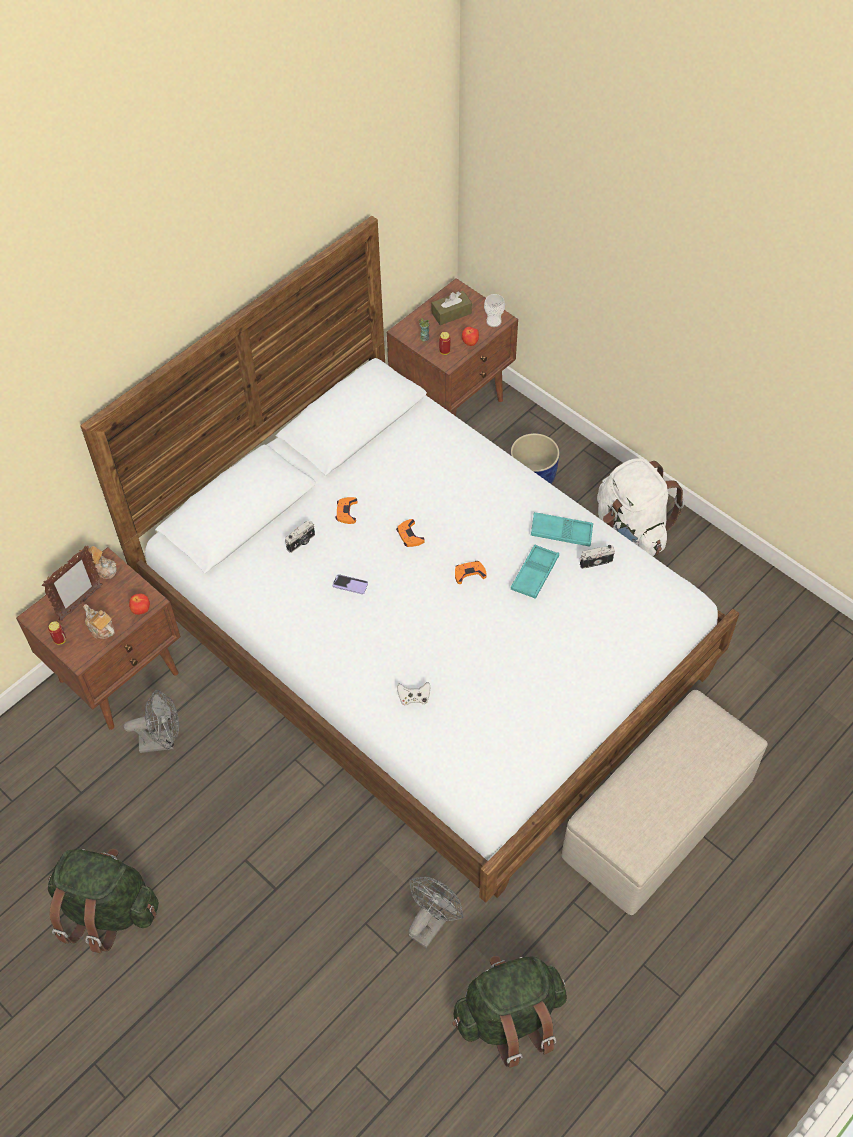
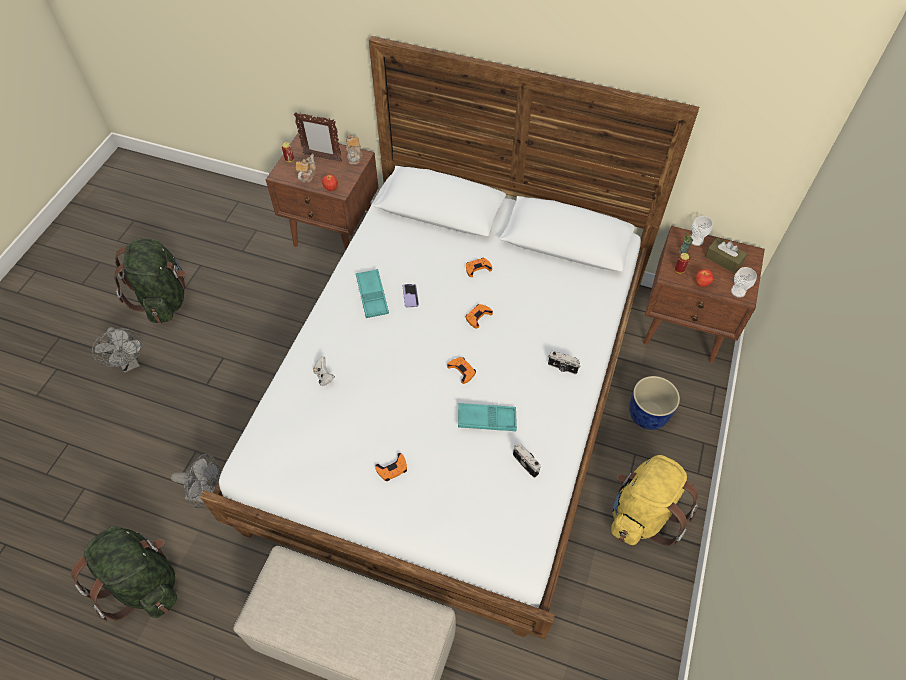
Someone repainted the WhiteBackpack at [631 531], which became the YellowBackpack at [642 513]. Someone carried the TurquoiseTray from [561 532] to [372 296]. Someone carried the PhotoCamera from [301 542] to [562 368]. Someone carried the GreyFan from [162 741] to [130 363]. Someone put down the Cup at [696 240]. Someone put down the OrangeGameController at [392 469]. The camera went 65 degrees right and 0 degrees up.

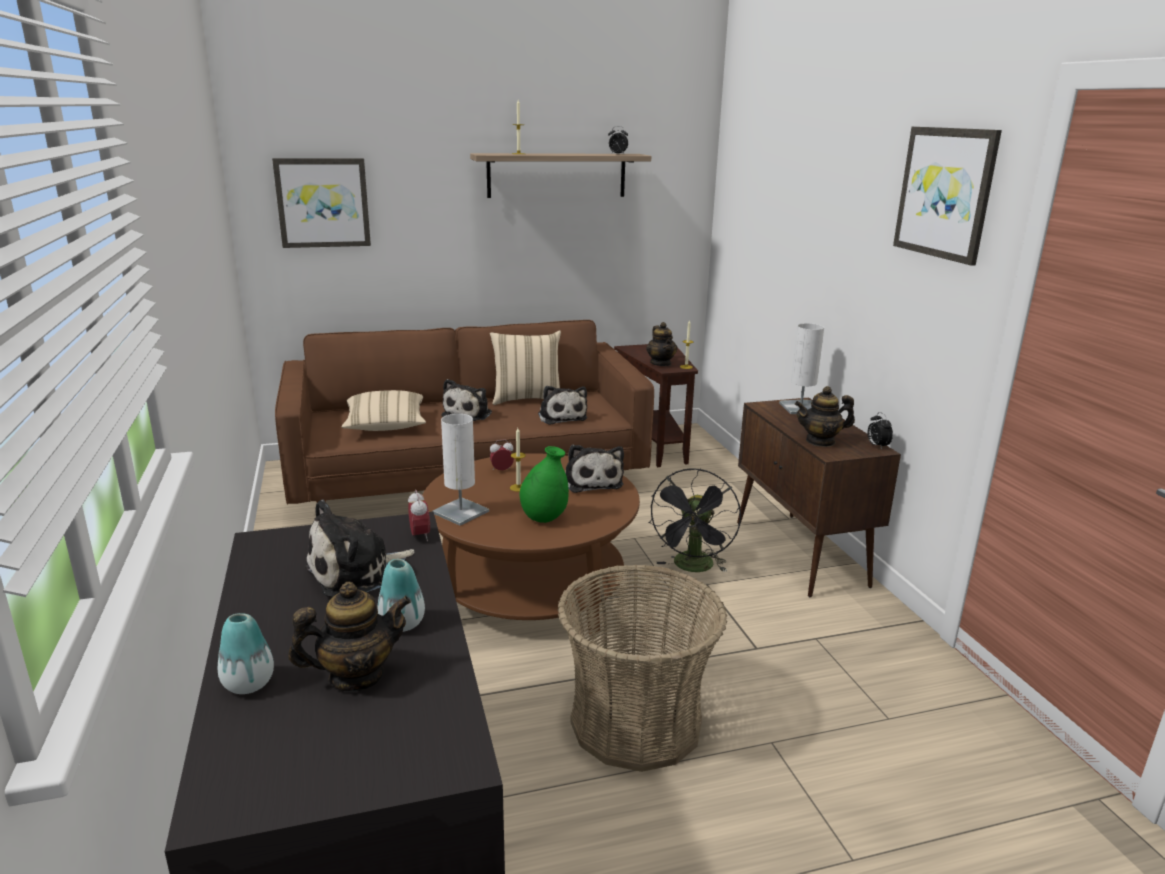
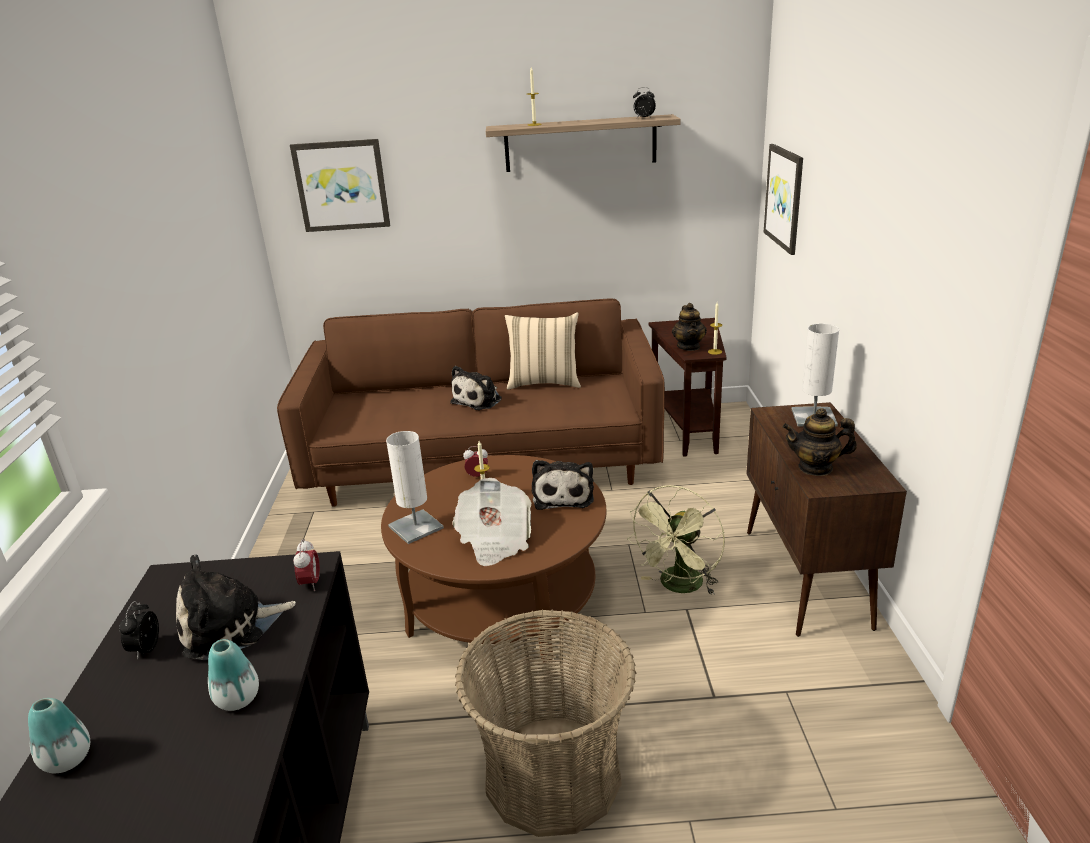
Someone carried the Picture from [946 193] to [785 197]. Someone took away the PlushToy at [561 416]. Someone took away the BeigePillow at [385 426]. Someone carried the AlarmClock from [877 446] to [145 649]. Someone swapped the GreenVase at [544 518] for the Newspaper at [494 540]. Someone repainted the BlackFan at [693 568], which became the GreenFan at [679 587]. Someone took away the Teapot at [356 676]. The camera went 15 degrees right and 5 degrees up.

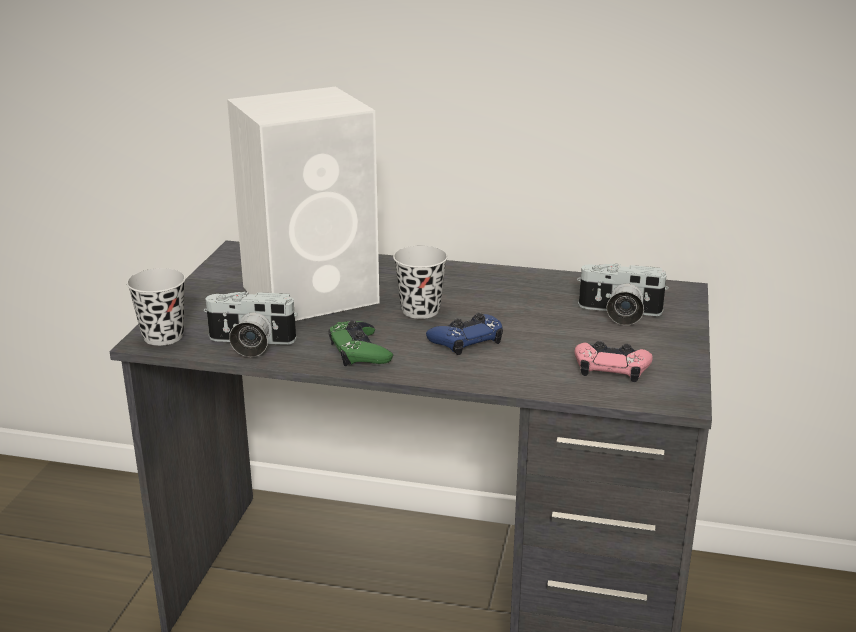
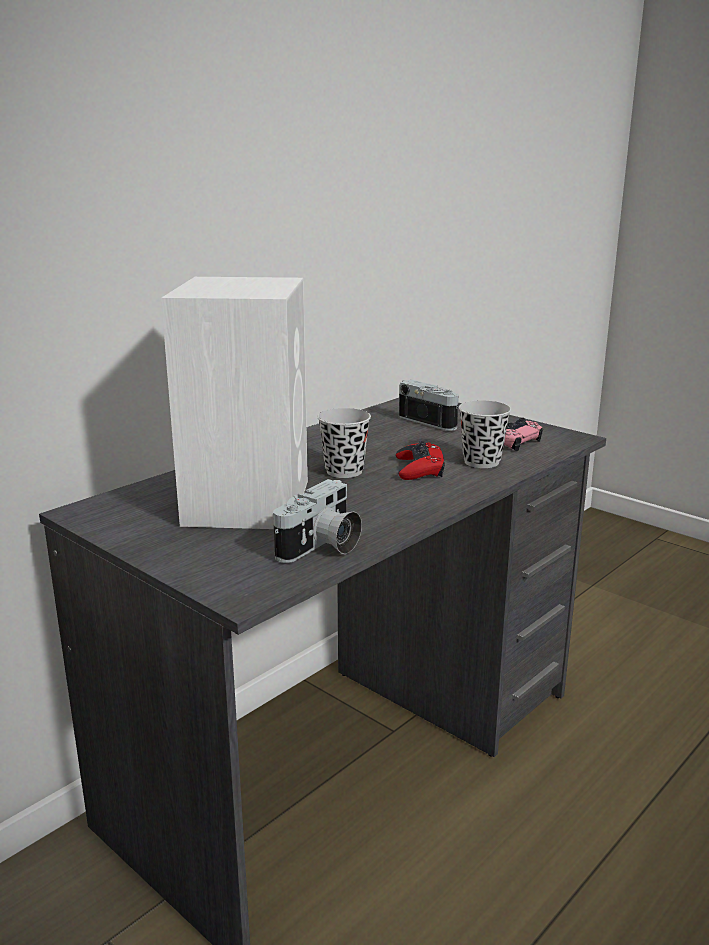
Someone rotated the PhotoCamera at [619 314] by 90 degrees counterclockwise. Someone carried the BlackCup from [163 336] to [481 462]. Someone repainted the BlueGameController at [466 340], which became the RedGameController at [419 469]. Someone took away the GreenGameController at [359 351]. The camera went 60 degrees left and 5 degrees down.

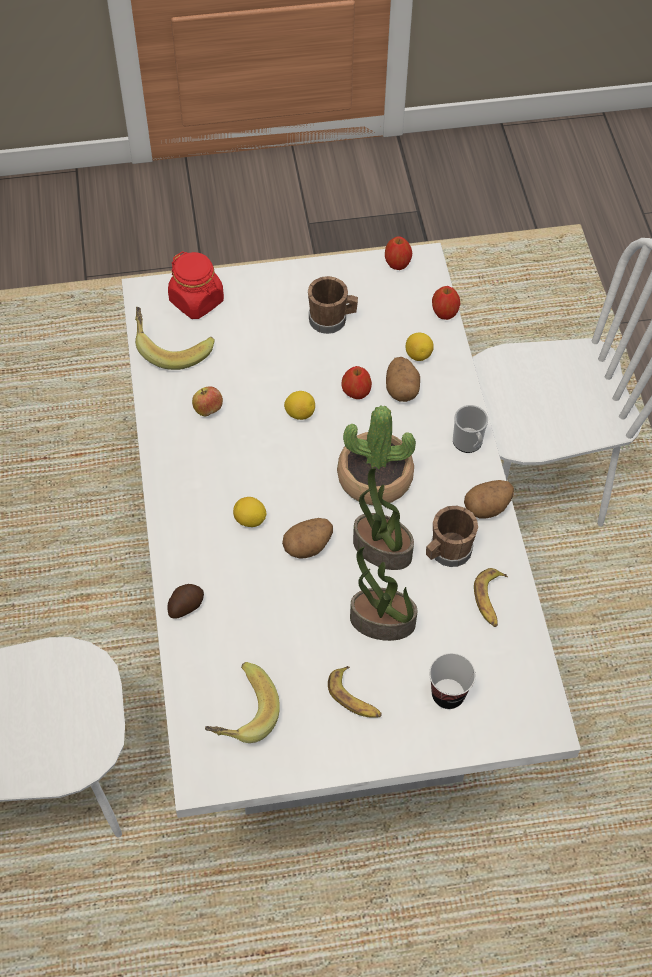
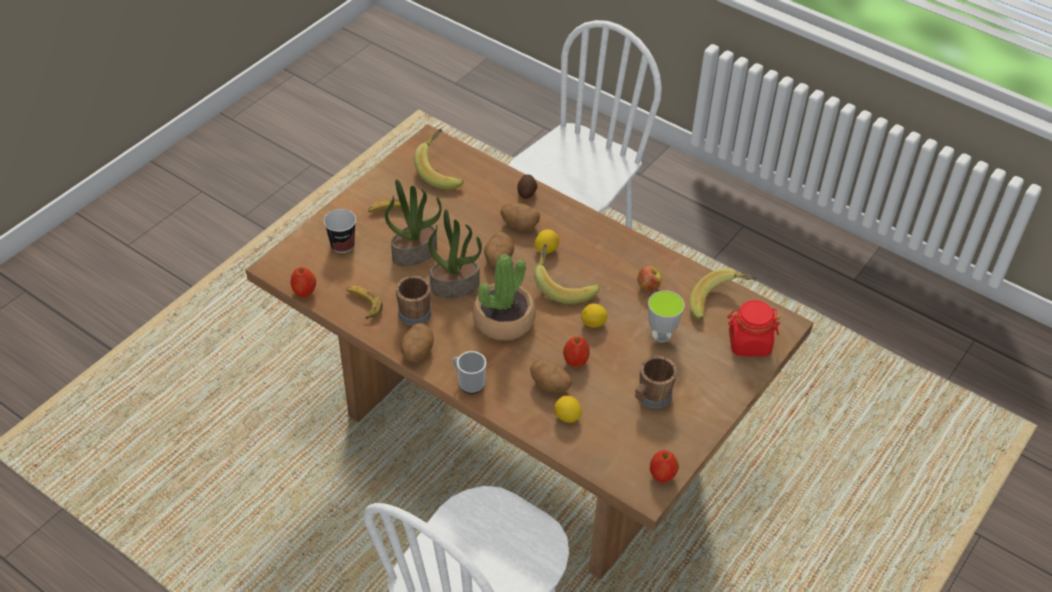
Someone repainted the WhiteDiningTable at [326 624], which became the BrownDiningTable at [519 438]. Someone carried the Apple from [444 313] to [304 292]. Someone put down the Potato at [519 225]. Someone put down the Banana at [564 285]. Someone put down the Cup at [661 335]. The camera went 135 degrees right and 10 degrees down.

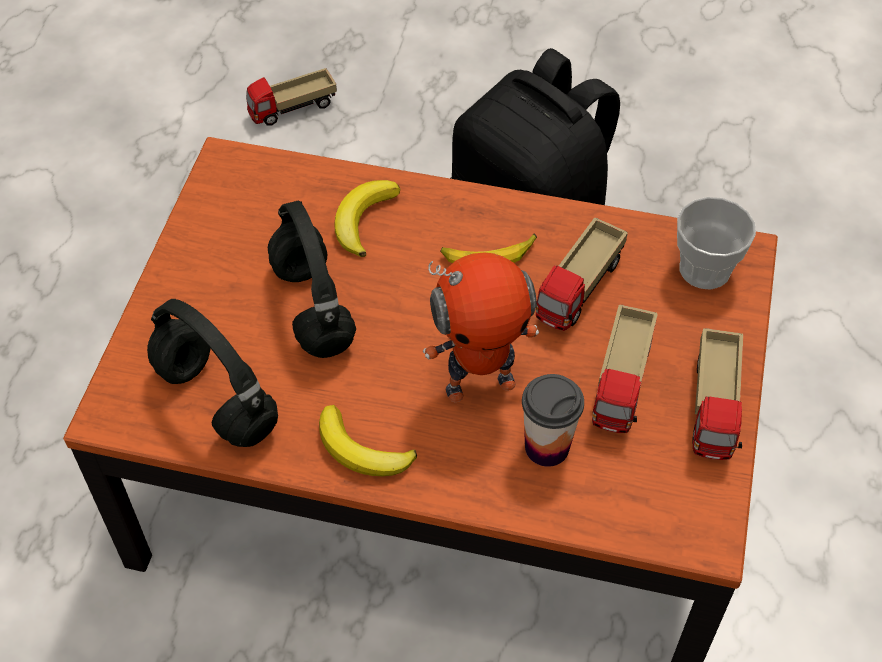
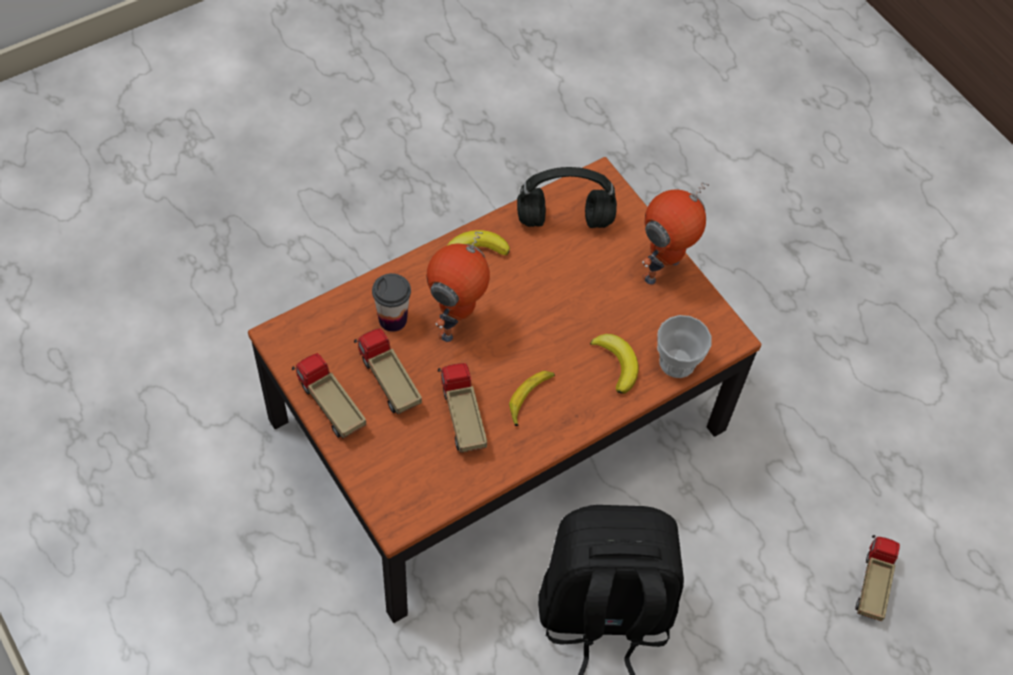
Someone carried the Cup from [704 269] to [677 362]. Someone took away the BlackHeadphones at [311 306]. Someone put down the ToyRobot at [662 271]. The camera went 130 degrees right and 5 degrees up.

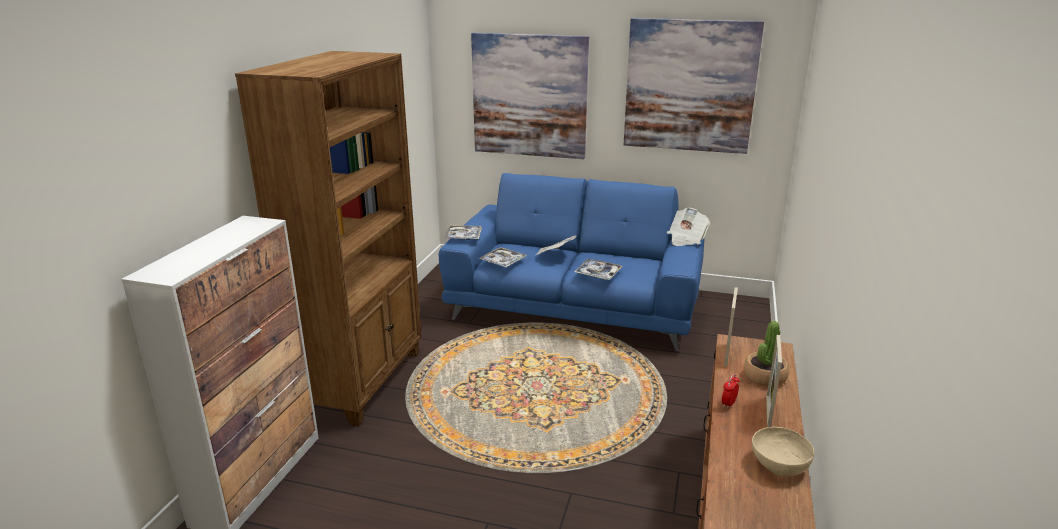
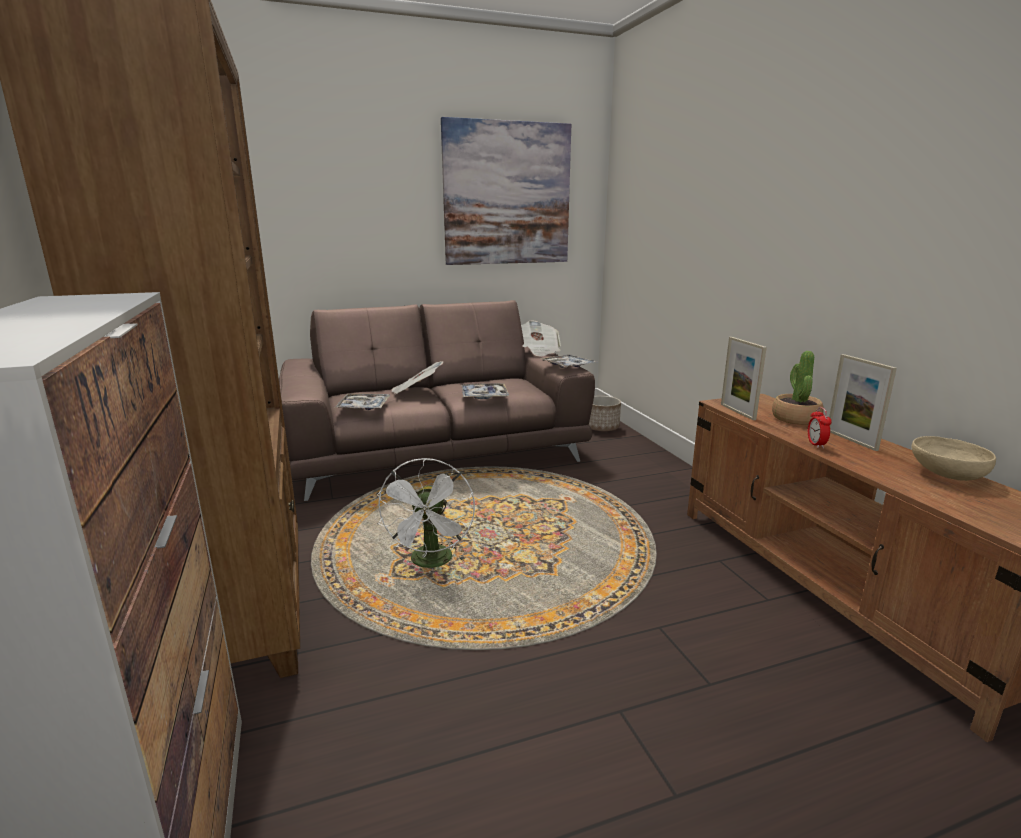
Someone took away the Picture at [529 96]. Someone repainted the BlueSofa at [575 305], which became the BrownSofa at [436 451]. Someone carried the Tray from [463 237] to [568 366]. Someone put down the Planter at [602 427]. Someone put down the WhiteFan at [432 563]. The camera went 35 degrees left and 5 degrees down.

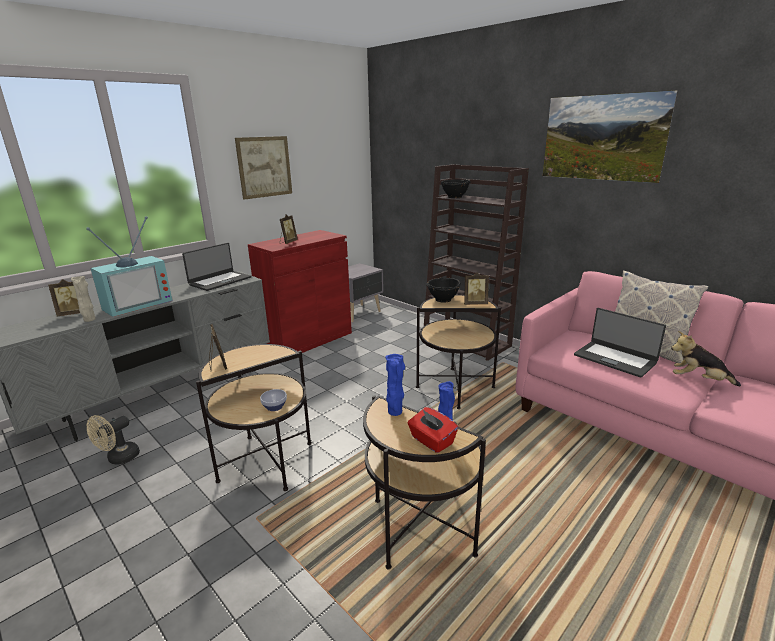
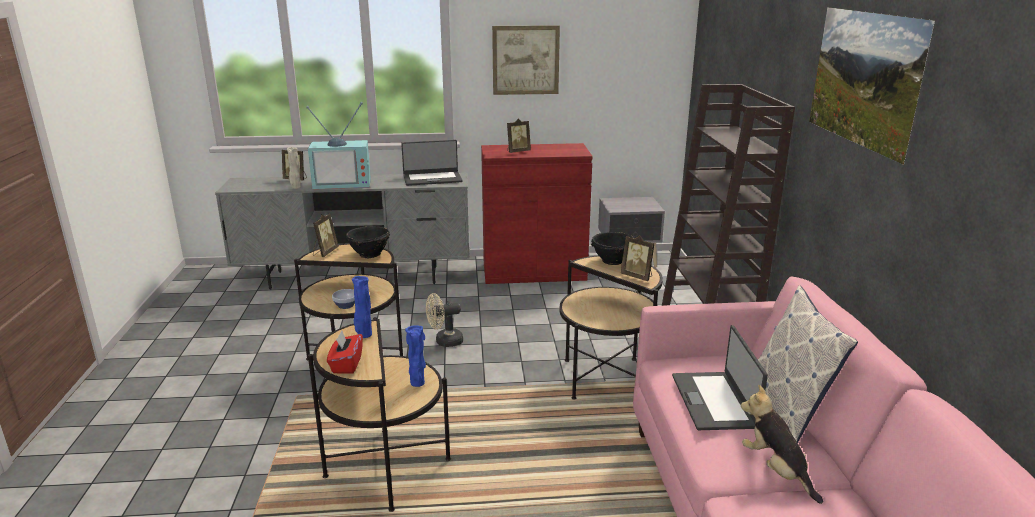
Someone carried the BlackBowl from [454 197] to [369 254]. Someone carried the BeigeFan from [119 458] to [444 341]. The camera went 40 degrees right and 0 degrees up.

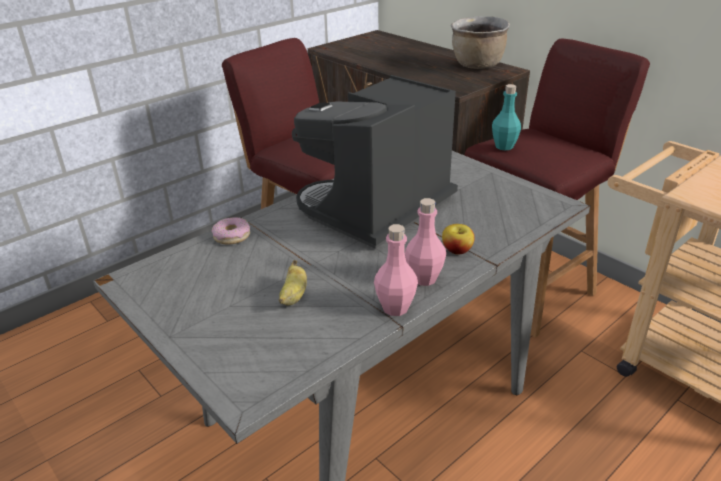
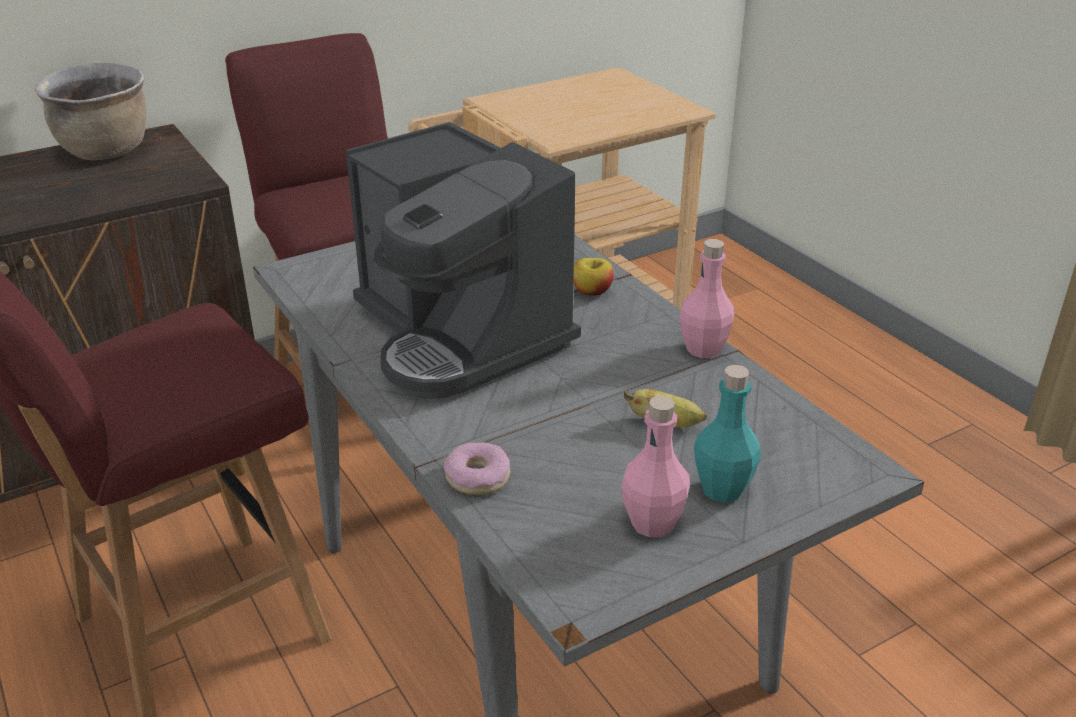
Someone carried the TurquoiseBottle from [504 146] to [722 489]. Someone carried the PinkBottle from [424 278] to [652 523]. The camera went 80 degrees left and 0 degrees up.

